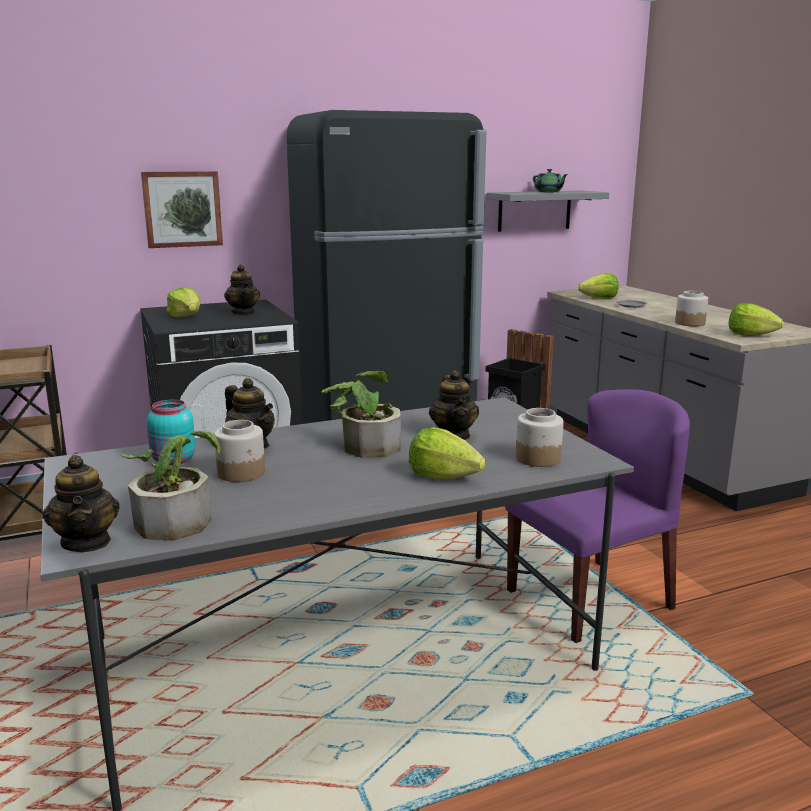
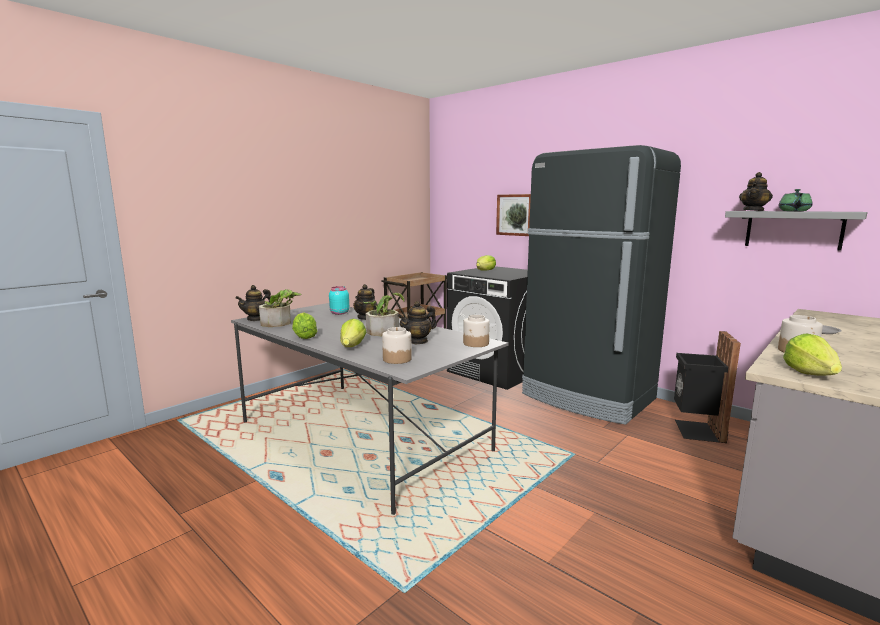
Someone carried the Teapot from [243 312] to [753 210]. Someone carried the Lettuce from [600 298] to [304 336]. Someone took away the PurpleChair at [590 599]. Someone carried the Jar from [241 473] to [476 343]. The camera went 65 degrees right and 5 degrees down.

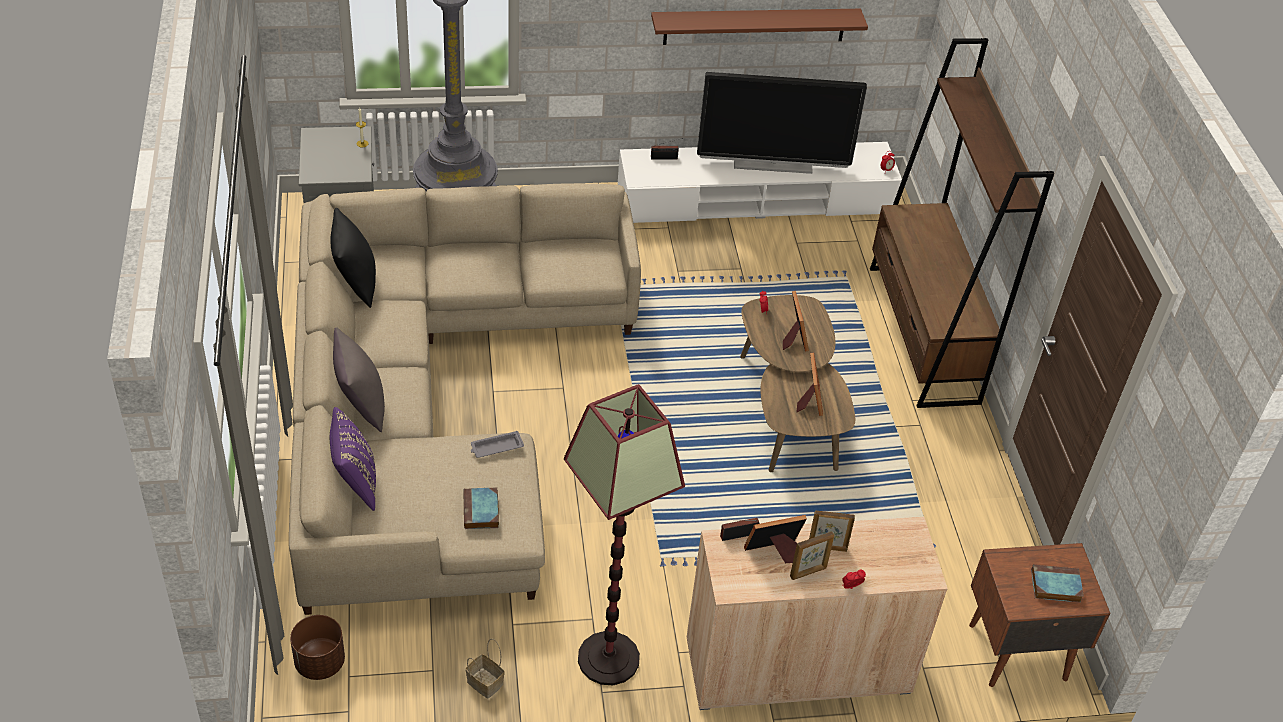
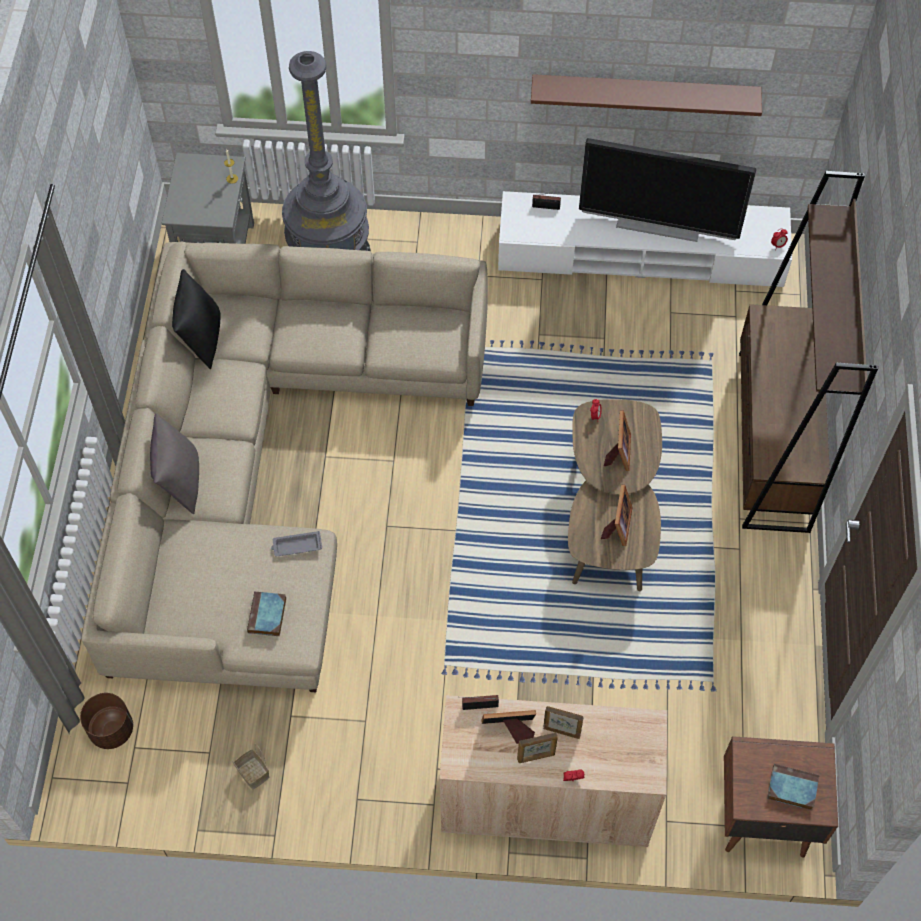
Someone took away the FloorLamp at [607 658]. Someone took away the PurplePillow at [355 483]. The camera went 15 degrees right and 15 degrees up.

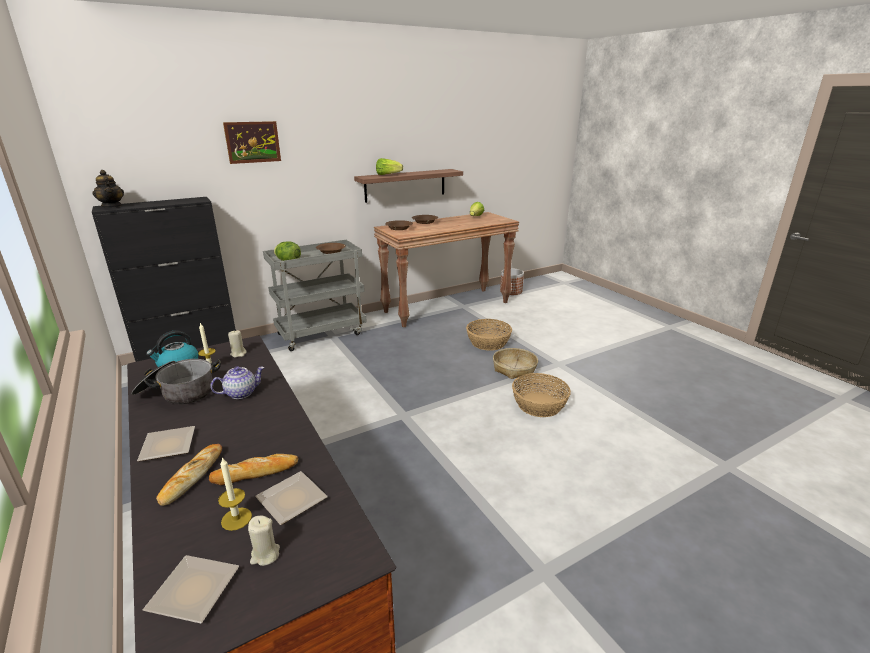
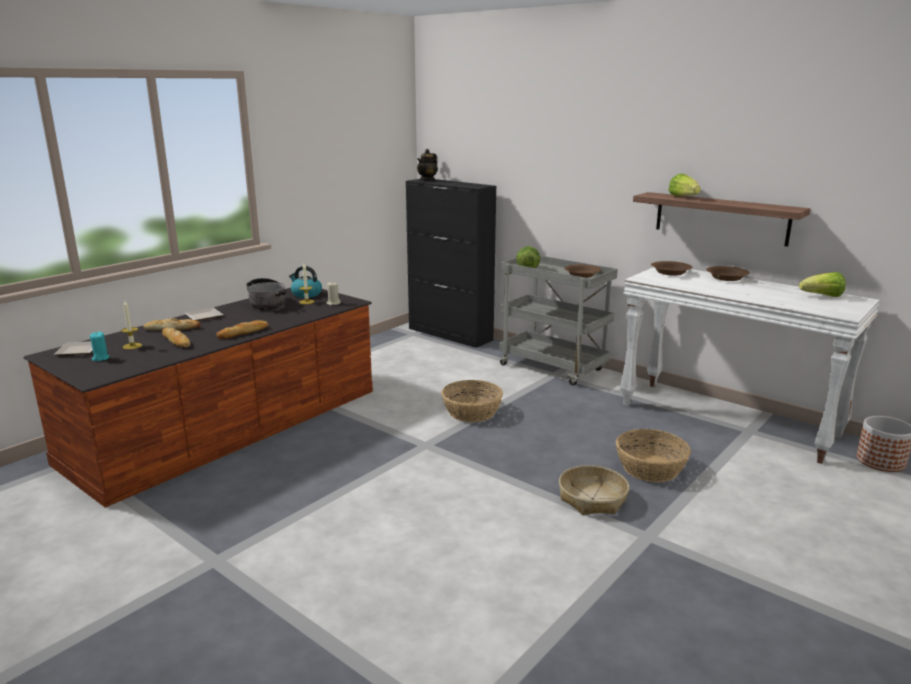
Someone took away the Picture at [252 142]. Someone repainted the BrownConsoleTable at [447 307], which became the WhiteConsoleTable at [728 420]. Someone took away the Teapot at [241 393]. Someone carried the Basket from [539 405] to [472 412]. Someone took away the Plate at [291 502]. Someone repainted the BeigeCandle at [265 555], which became the TurquoiseCandle at [100 358]. Someone put down the Bread at [243 333]. The camera went 70 degrees right and 5 degrees down.

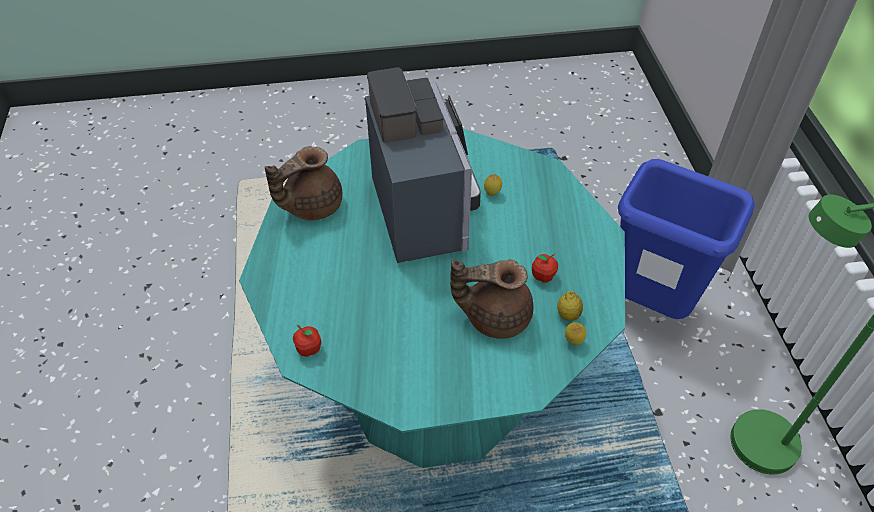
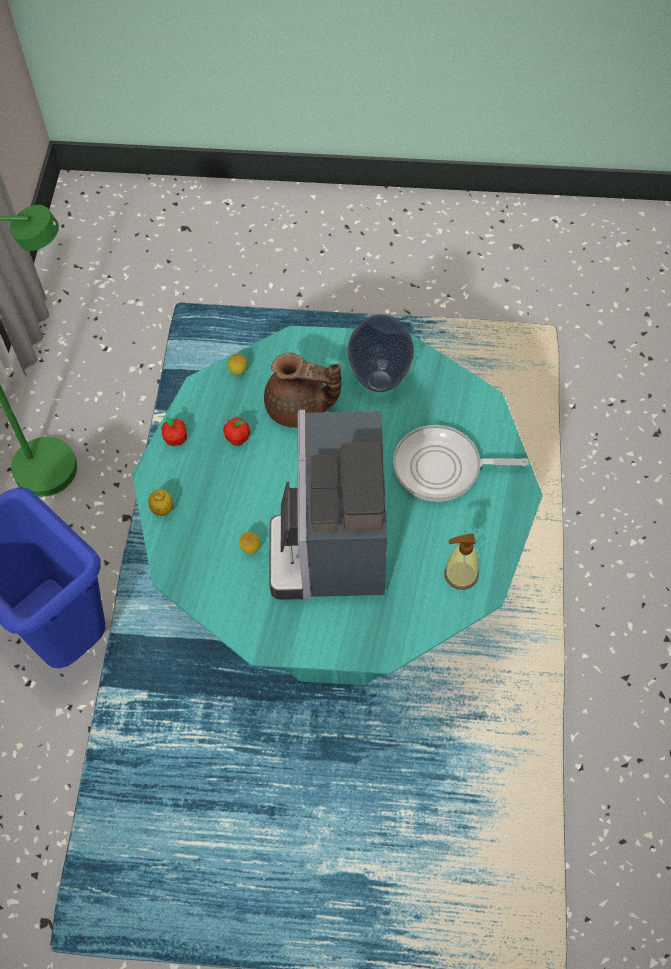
Someone swapped the BrownTeapot at [311 206] for the SoapDispenser at [460 575]. Someone carried the Lemon from [568 315] to [162 509]. Someone carried the Apple from [309 349] to [176 439]. Someone put down the Vase at [380 381]. Someone put down the FryingPan at [443 468]. The camera went 165 degrees left and 10 degrees up.

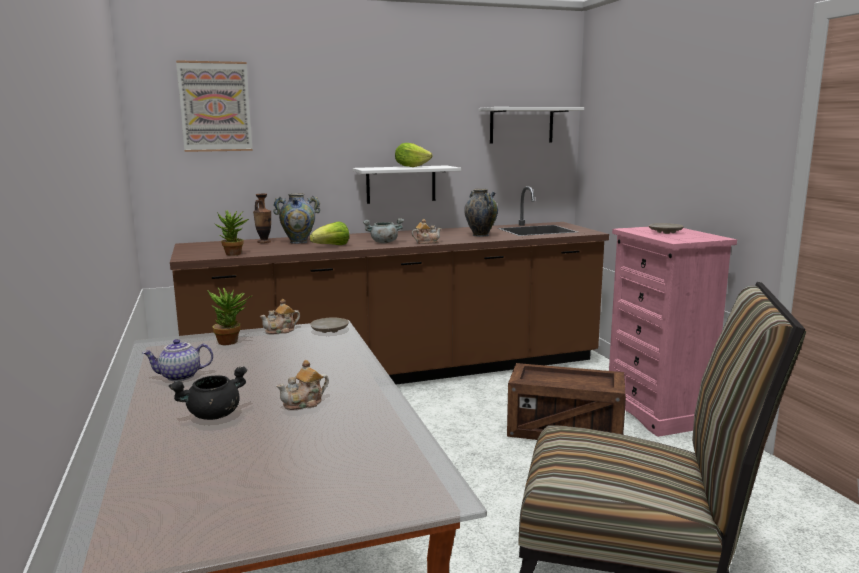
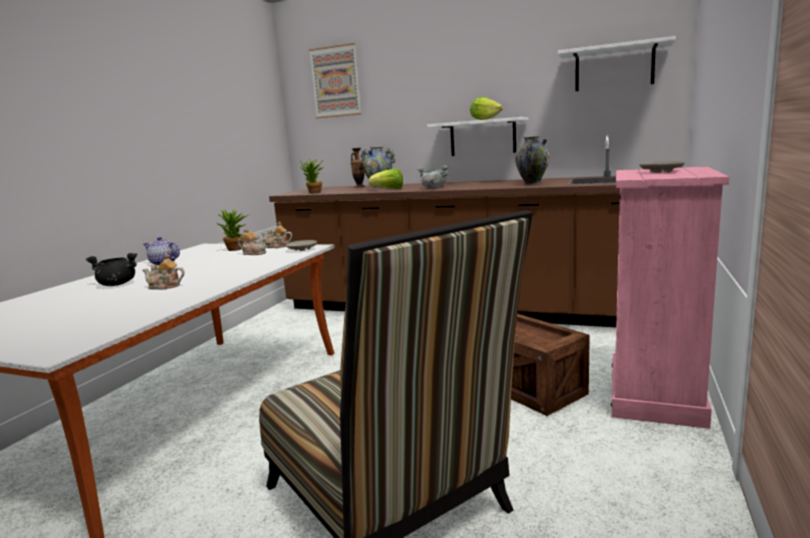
Someone carried the Teapot from [426 242] to [254 253]. The camera went 40 degrees right and 0 degrees up.

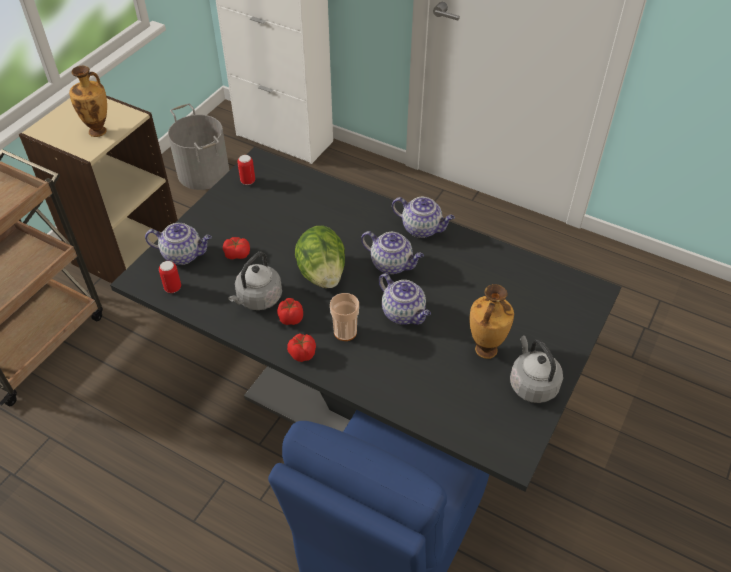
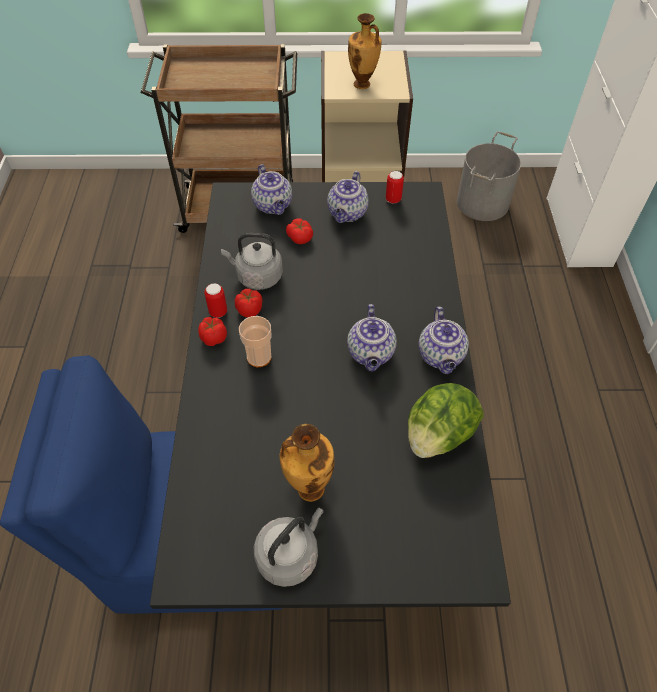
Someone carried the Lettuce from [322 274] to [438 435]. Someone carried the Can from [173 288] to [218 312]. Someone carried the Teapot from [404 313] to [347 214]. The camera went 60 degrees right and 5 degrees up.

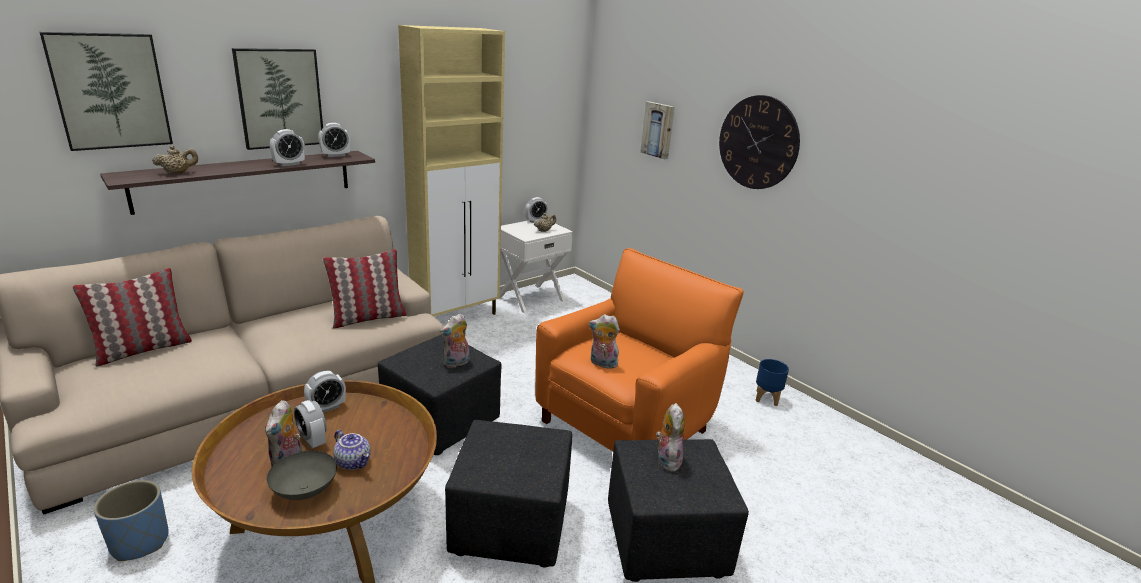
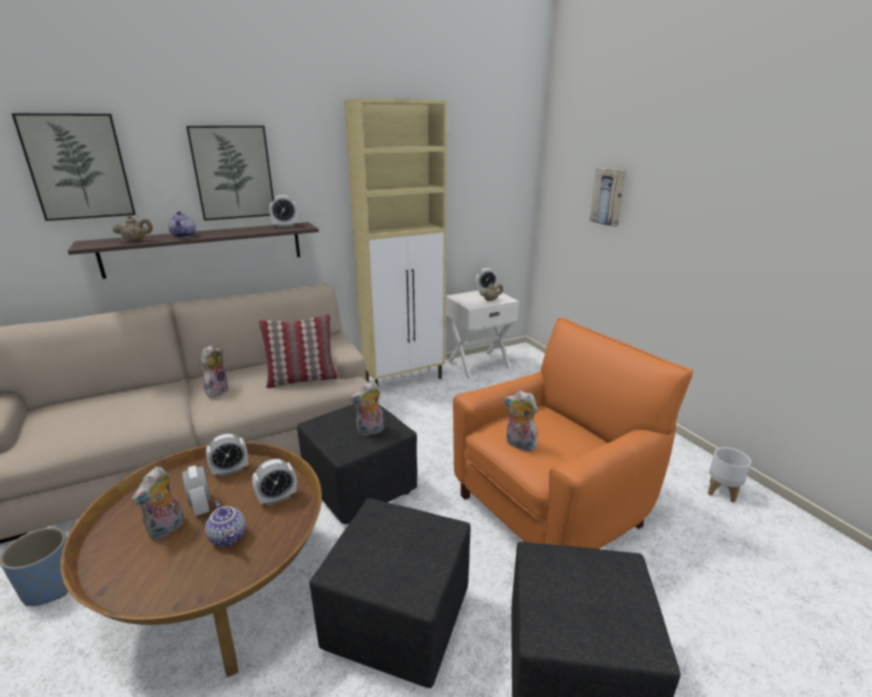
Someone took away the WallClock at [758 142]. Someone carried the AlarmClock from [289 164] to [277 498]. Someone took away the Pillow at [143 349]. Someone repainted the BluePlanter at [766 398], which became the WhitePlanter at [722 491]. Someone carried the PlushToy from [666 459] to [216 390]. Someone took away the GreyBowl at [304 490]. Someone put down the Teapot at [184 236]. The camera went 15 degrees right and 0 degrees up.

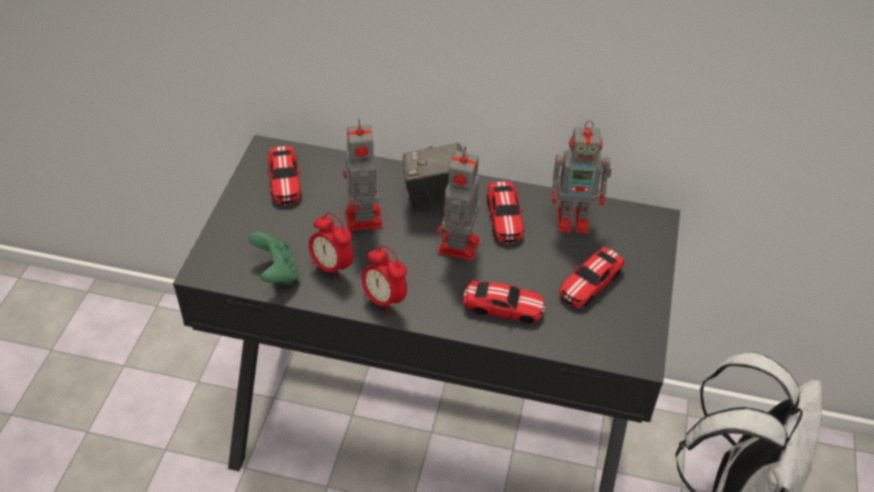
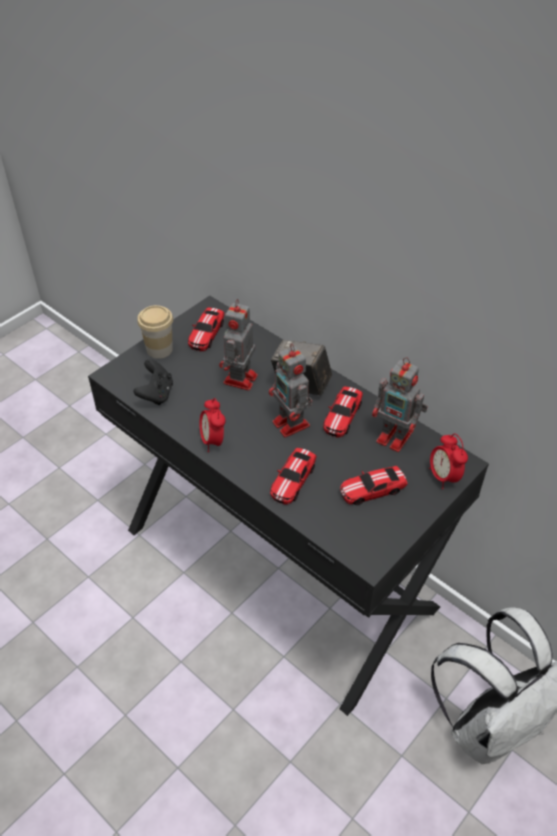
Someone rotated the ToyRobot at [458 248] by 75 degrees counterclockwise. Someone carried the AlarmClock from [332 267] to [443 477]. Someone repainted the GreenGameController at [277 273], which became the BlackGameController at [156 394]. Someone rotated the ToyCar at [503 306] by 75 degrees clockwise. Someone put down the Cup at [159 349]. The camera went 30 degrees right and 0 degrees up.

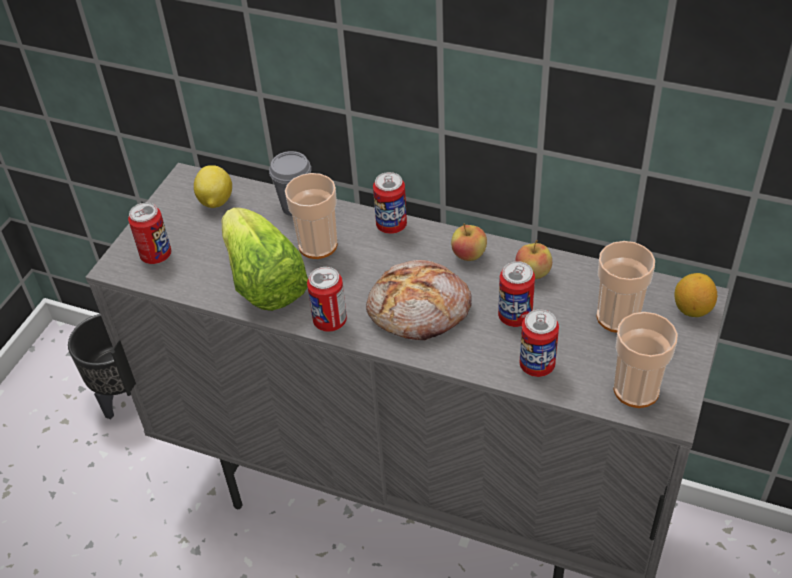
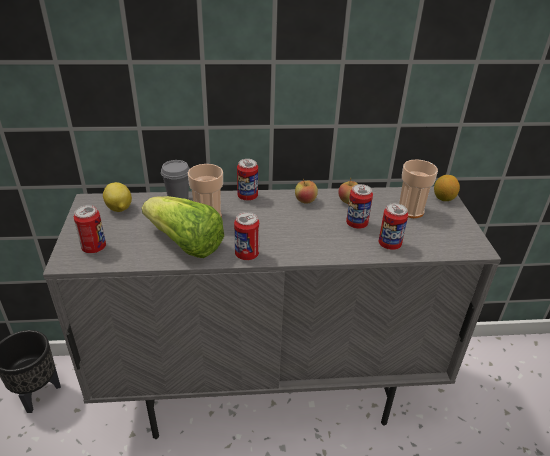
Someone took away the Bread at [420 311]. Someone took away the Cup at [636 390]. The camera went 30 degrees left and 10 degrees down.

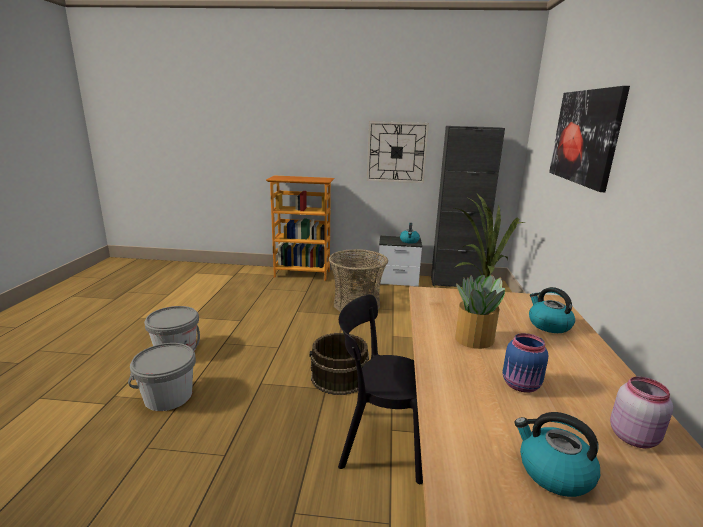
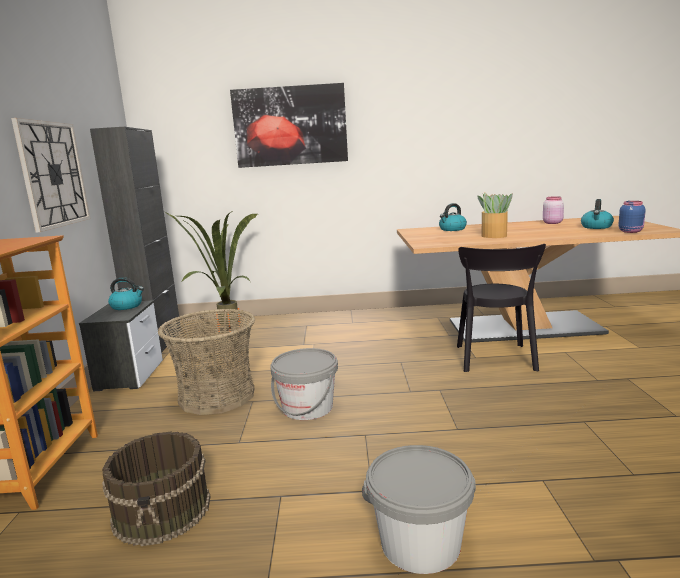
Someone carried the BrownBucket from [339 378] to [163 510]. Someone carried the BlueJar from [521 385] to [631 231]. Someone carried the GreyBucket from [168 396] to [307 408]. The camera went 95 degrees left and 5 degrees down.

